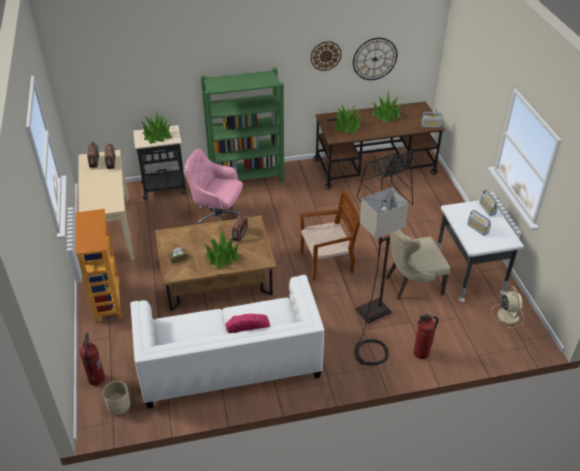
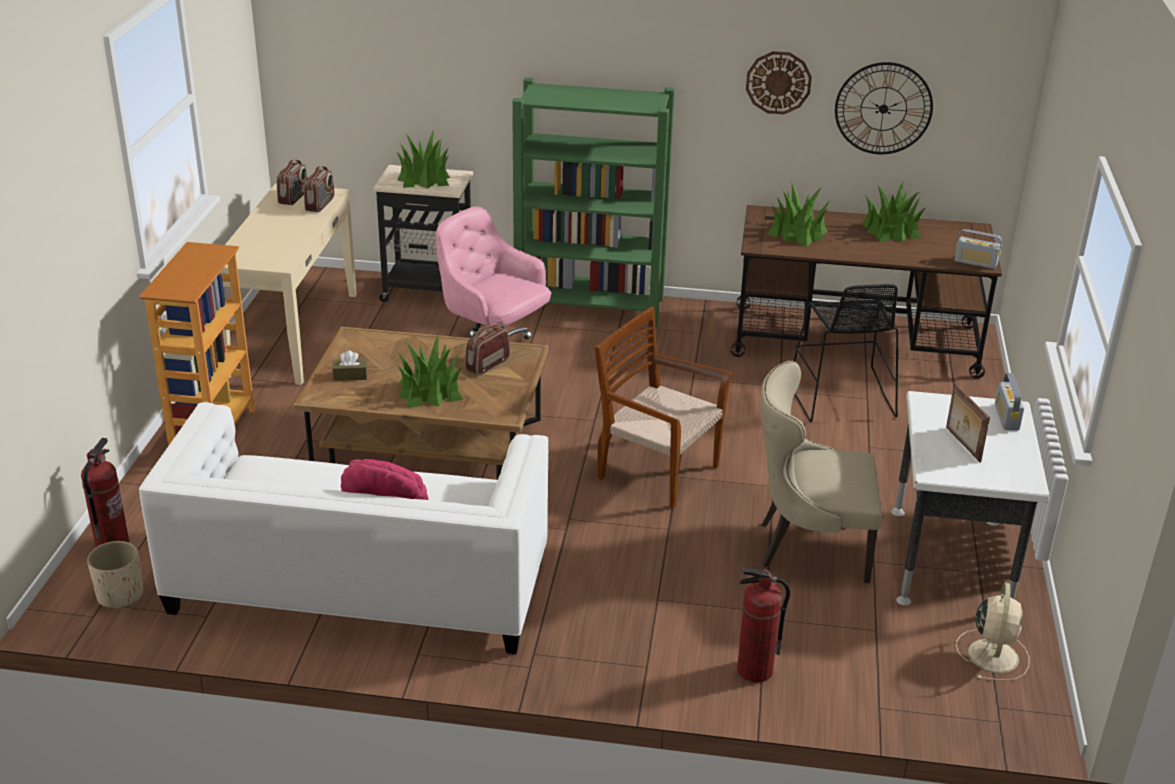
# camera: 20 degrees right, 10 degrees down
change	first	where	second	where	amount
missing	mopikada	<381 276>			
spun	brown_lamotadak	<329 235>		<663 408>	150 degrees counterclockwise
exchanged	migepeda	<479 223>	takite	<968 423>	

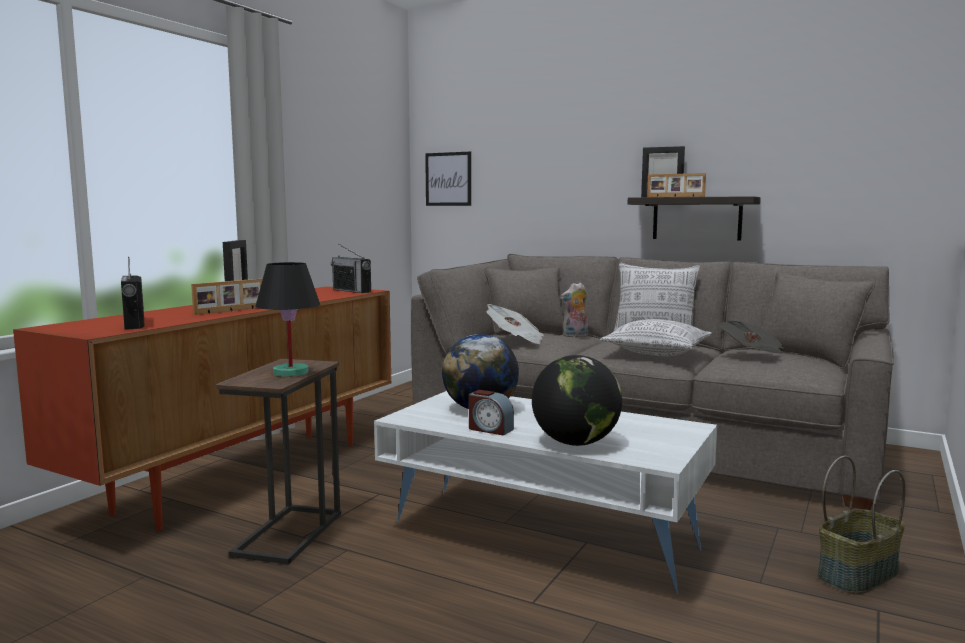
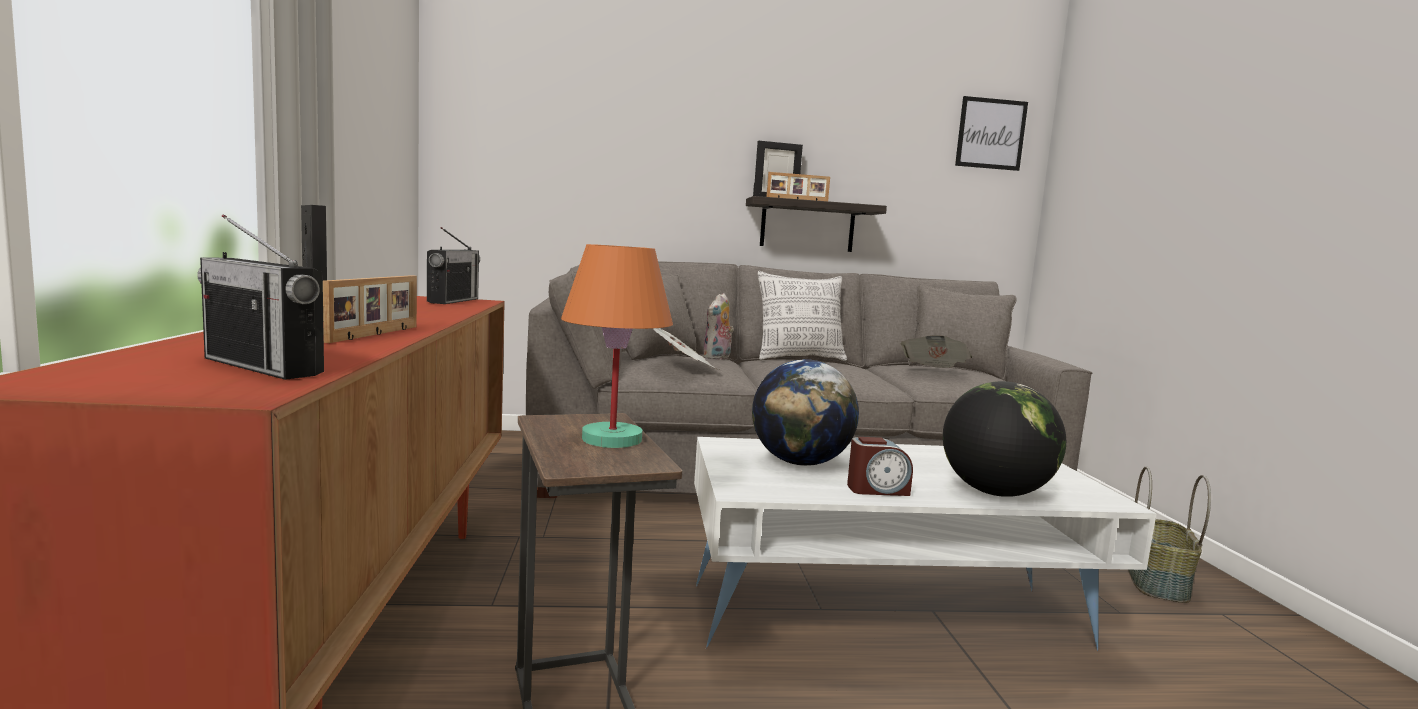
# camera: 35 degrees left, 0 degrees up
change	first	where	second	where	amount
relocated	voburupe	<448 179>		<991 133>	
spun	migepeda	<351 268>		<453 265>	90 degrees counterclockwise
colour	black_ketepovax	<287 319>	orange_ketepovax	<617 346>	
missing	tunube	<656 337>			

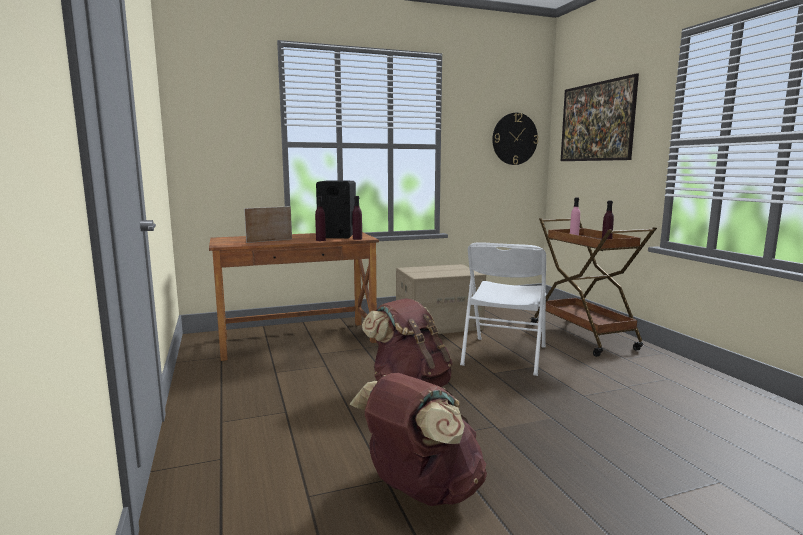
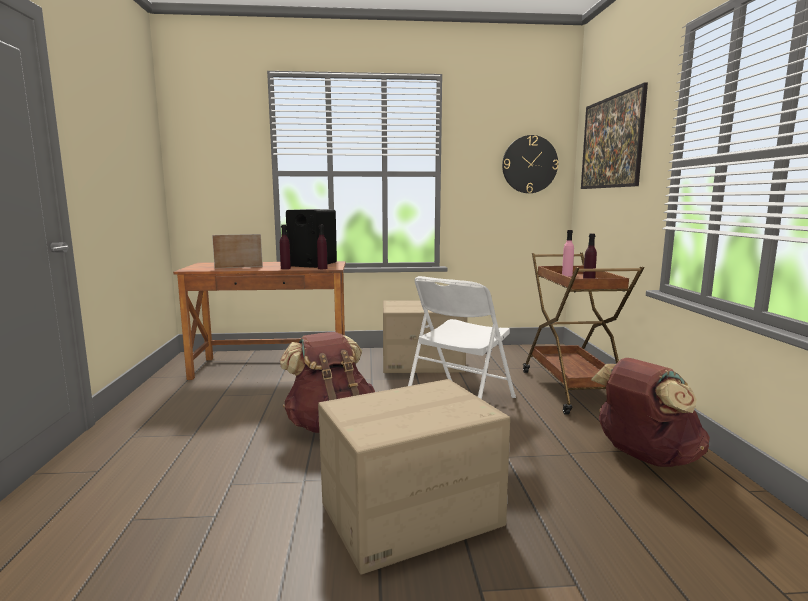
# camera: 15 degrees right, 0 degrees up
change	first	where	second	where	amount
relocated	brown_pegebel	<418 439>		<650 412>	
appeared			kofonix	<414 477>	

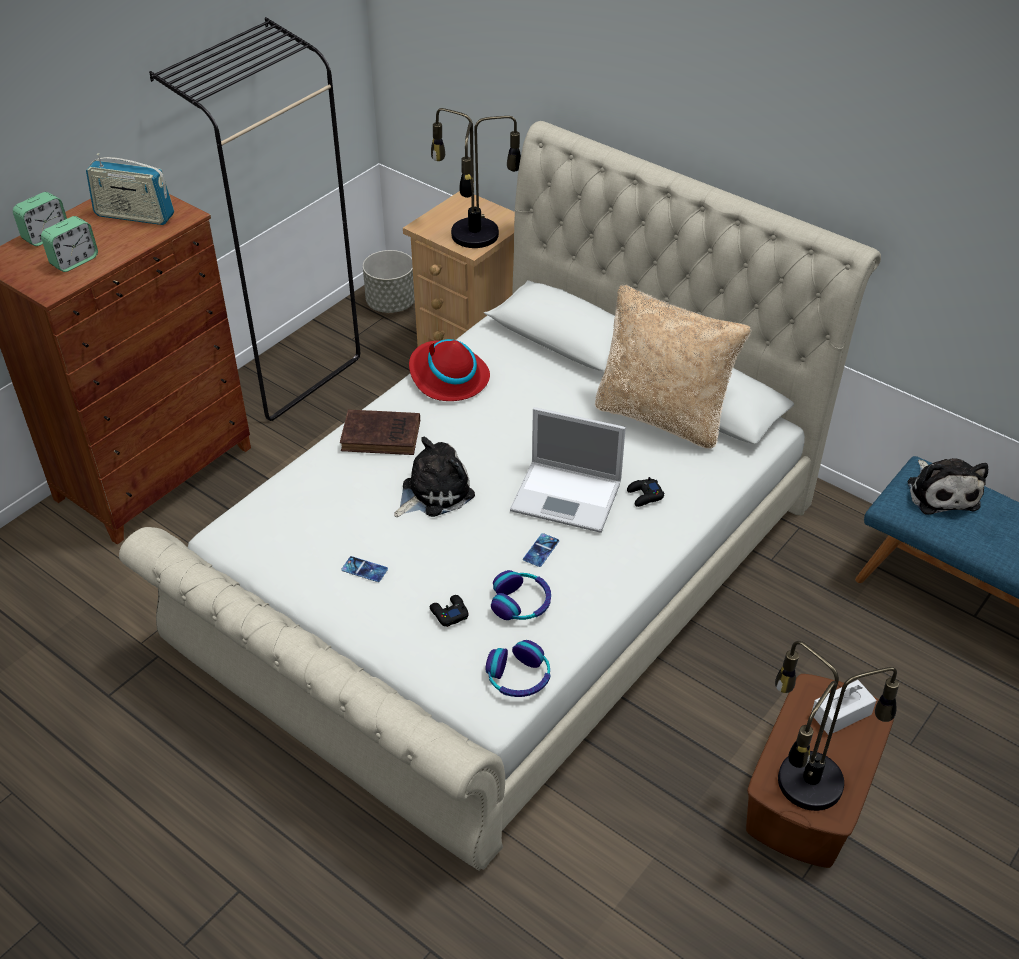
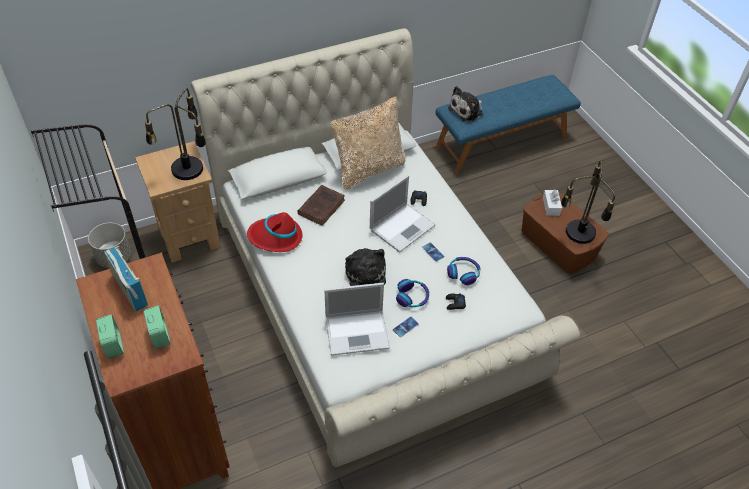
# camera: 65 degrees left, 5 degrees up
change	first	where	second	where	amount
spun	migepeda	<130 189>		<126 279>	75 degrees counterclockwise
relocated	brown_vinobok	<380 432>		<321 205>	
spun	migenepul	<947 486>		<465 104>	120 degrees clockwise
relocated	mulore	<518 668>		<412 293>	
appeared			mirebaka	<357 319>	

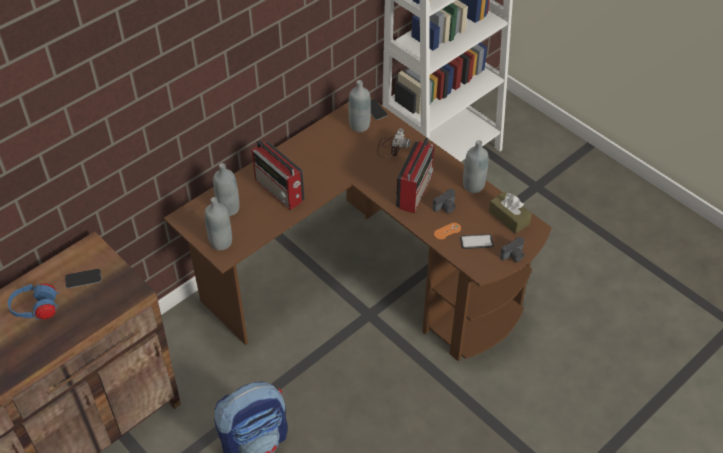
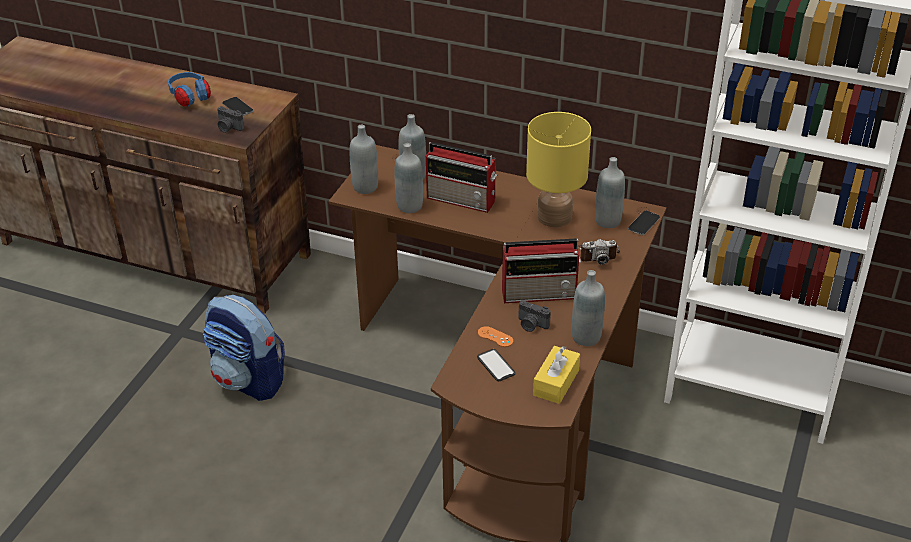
# camera: 65 degrees right, 10 degrees down
change	first	where	second	where	amount
spun	migepeda	<278 175>		<461 177>	90 degrees counterclockwise
colour	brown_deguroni	<510 212>	yellow_deguroni	<556 375>	
relocated	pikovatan	<512 249>		<230 119>	
appeared			yellow_ketepovax	<558 169>	
appeared			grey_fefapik	<409 178>	

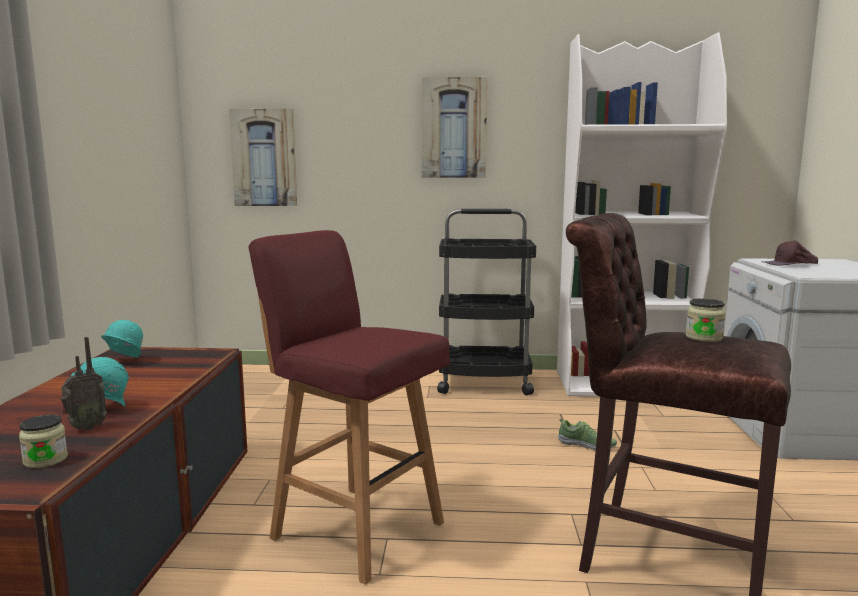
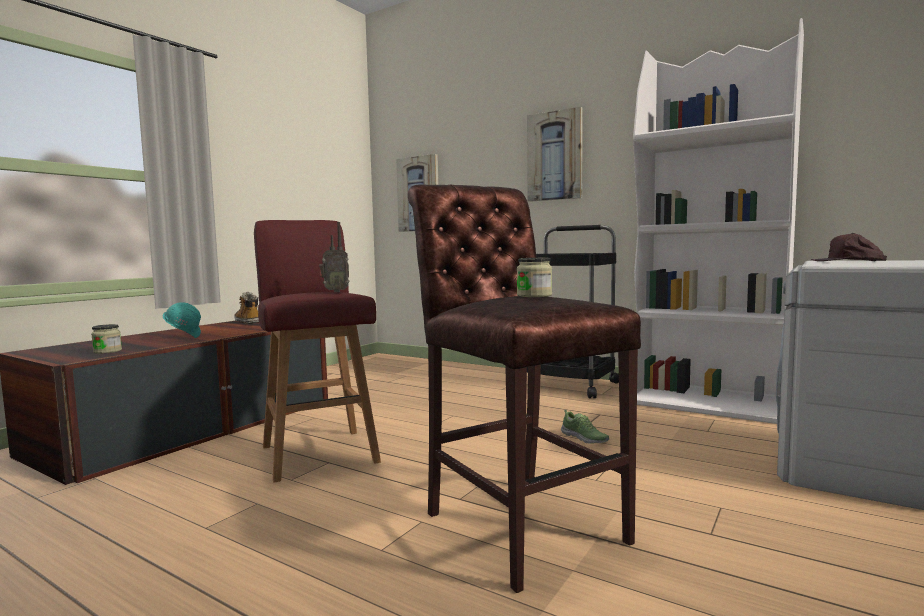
# camera: 30 degrees right, 5 degrees down
change	first	where	second	where	amount
exchanged	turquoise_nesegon	<122 339>	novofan	<246 308>	
relocated	migepeda	<83 384>		<334 257>	

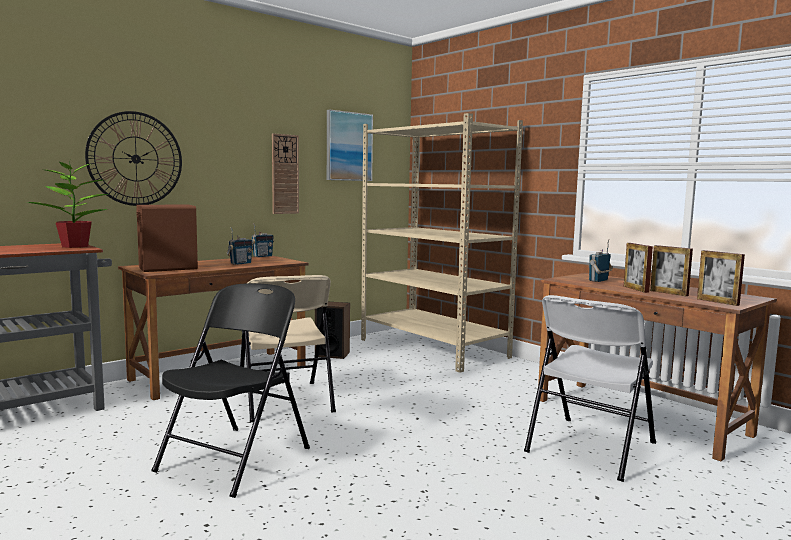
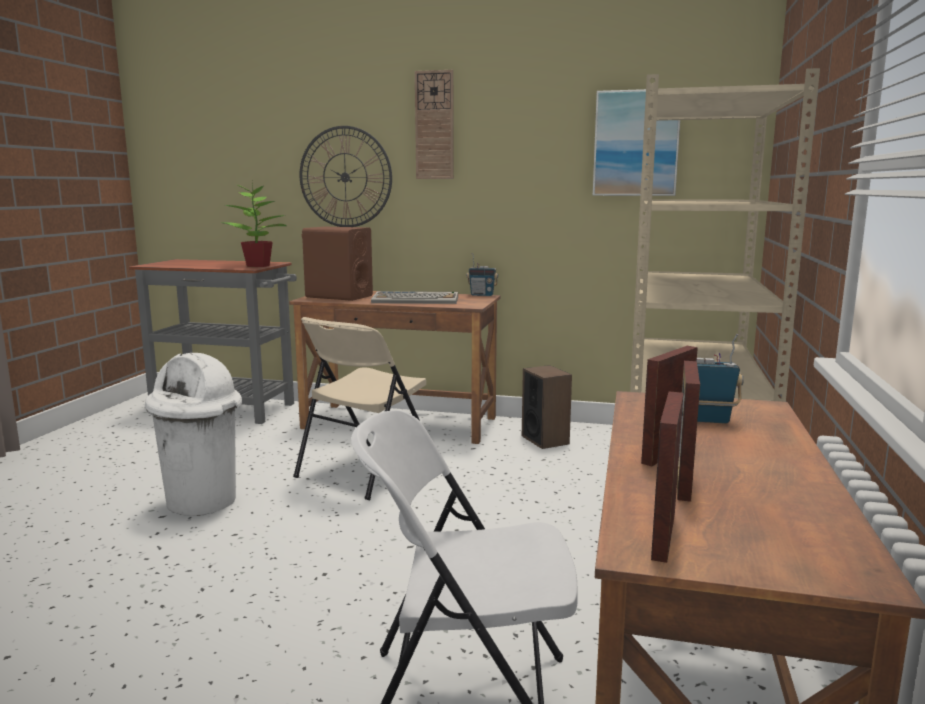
# camera: 55 degrees right, 5 degrees up
change	first	where	second	where	amount
relocated	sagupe	<285 173>		<434 124>	
exchanged	migepeda	<240 246>	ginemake	<414 297>	
exchanged	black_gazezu	<230 390>	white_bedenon	<193 434>	

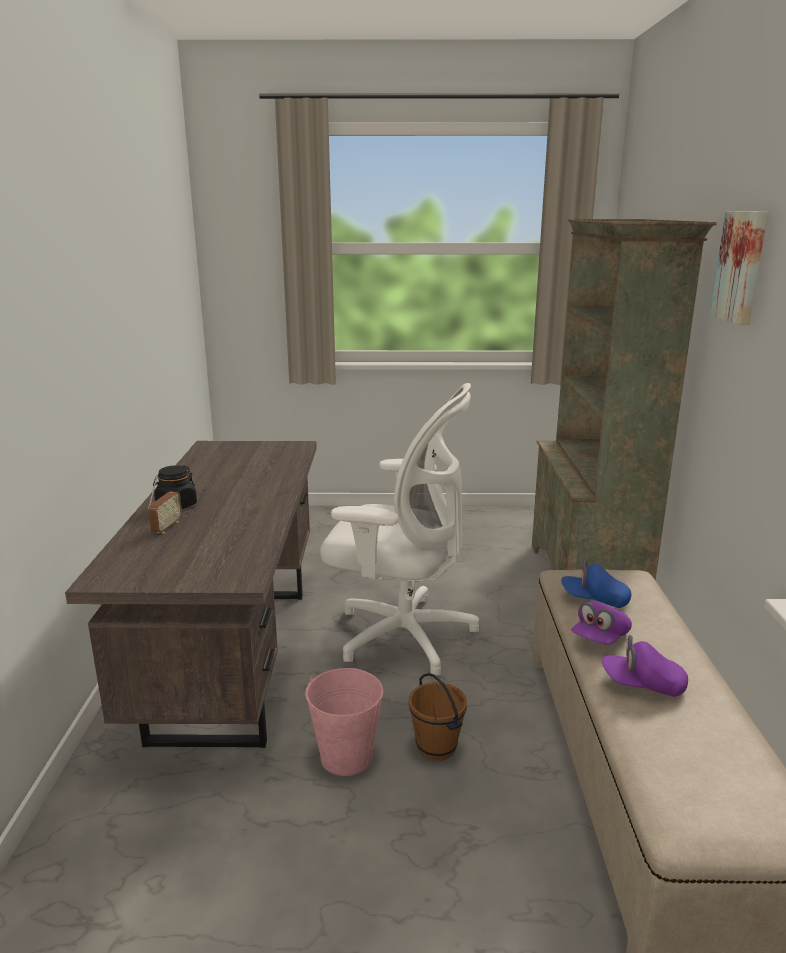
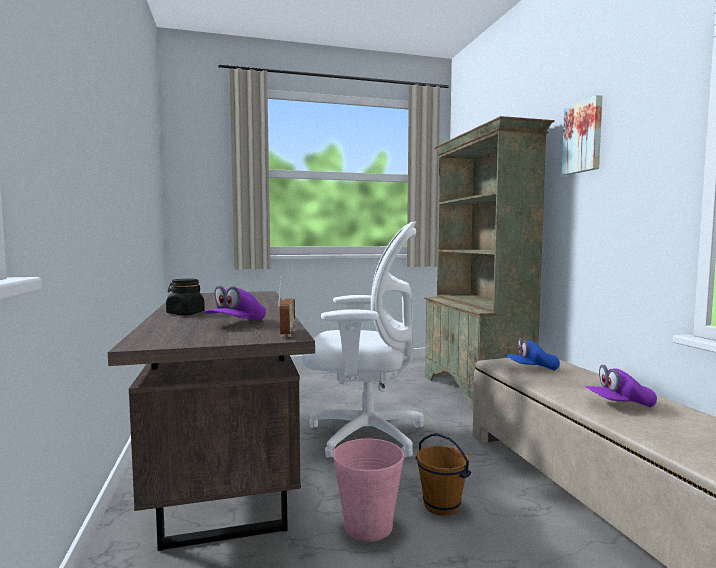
# camera: 15 degrees left, 15 degrees down
change	first	where	second	where	amount
relocated	migepeda	<165 504>		<286 306>	
relocated	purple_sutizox	<601 623>		<235 303>	

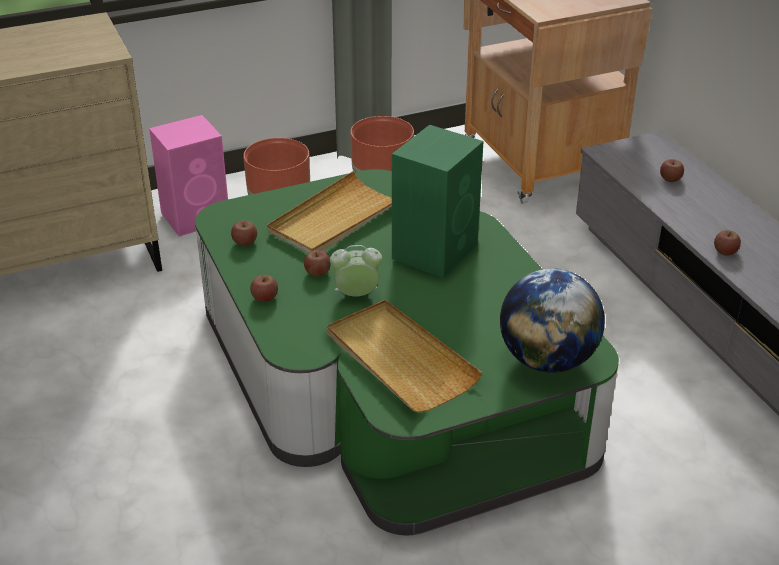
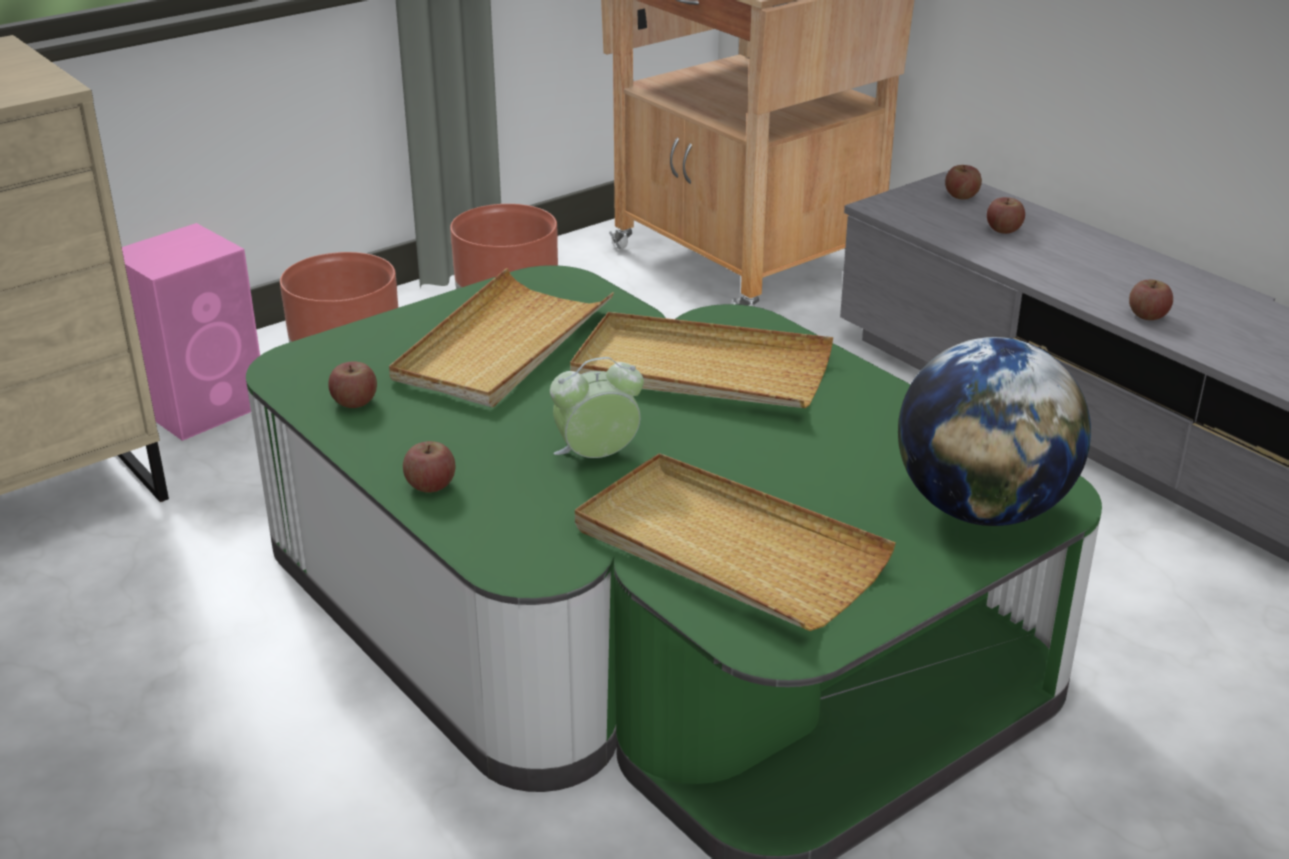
# camera: 15 degrees left, 5 degrees down
change	first	where	second	where	amount
exchanged	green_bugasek	<438 201>	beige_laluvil	<701 360>	
relocated	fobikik	<317 263>		<963 182>	

